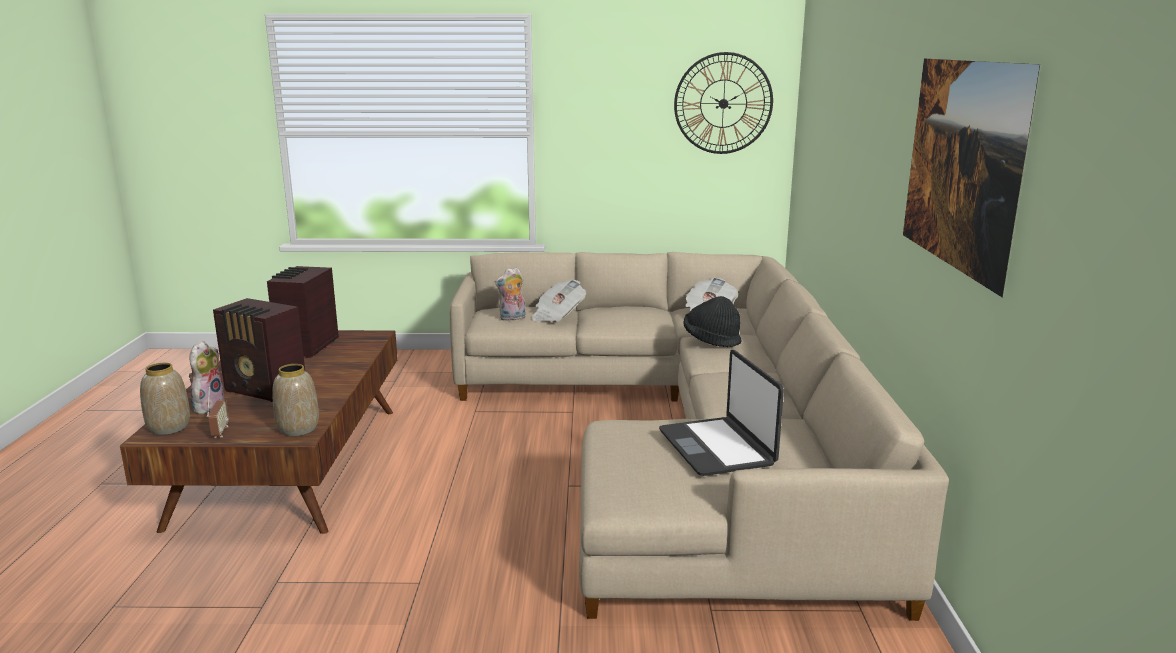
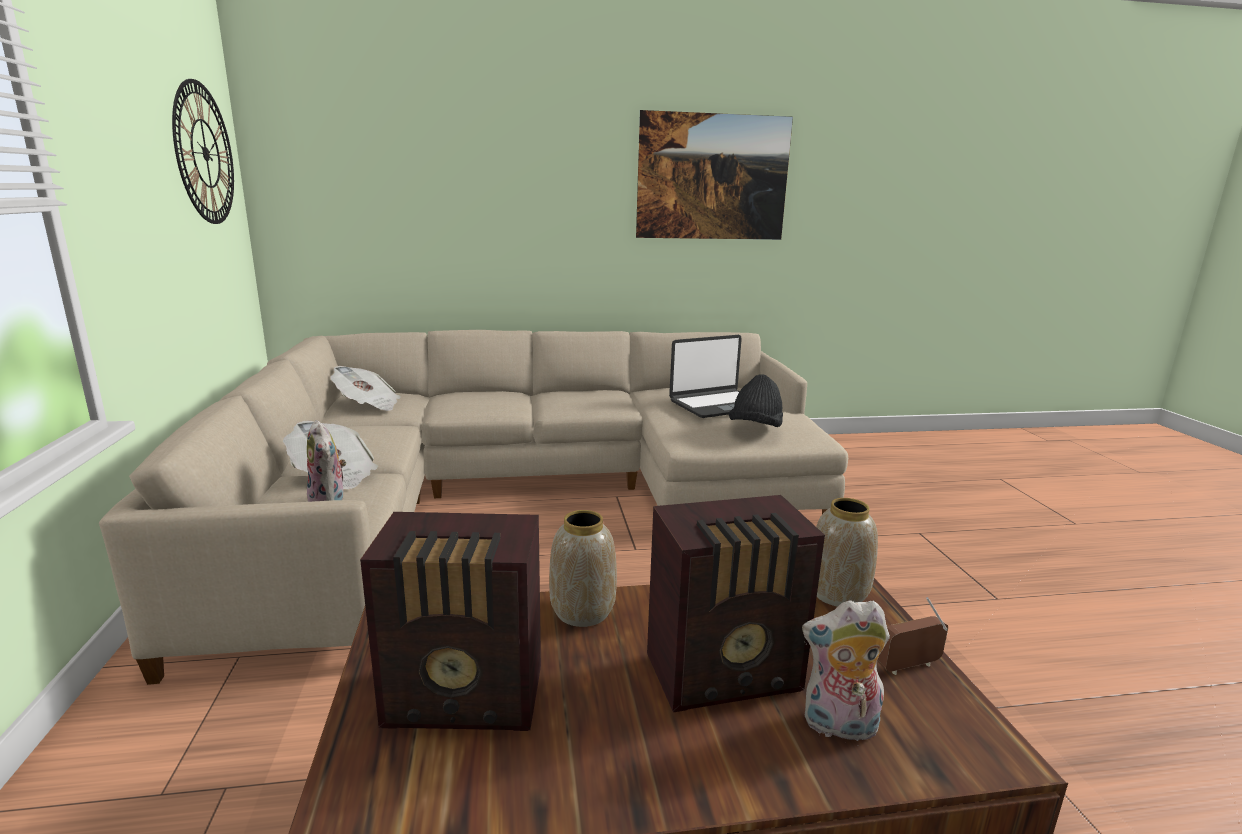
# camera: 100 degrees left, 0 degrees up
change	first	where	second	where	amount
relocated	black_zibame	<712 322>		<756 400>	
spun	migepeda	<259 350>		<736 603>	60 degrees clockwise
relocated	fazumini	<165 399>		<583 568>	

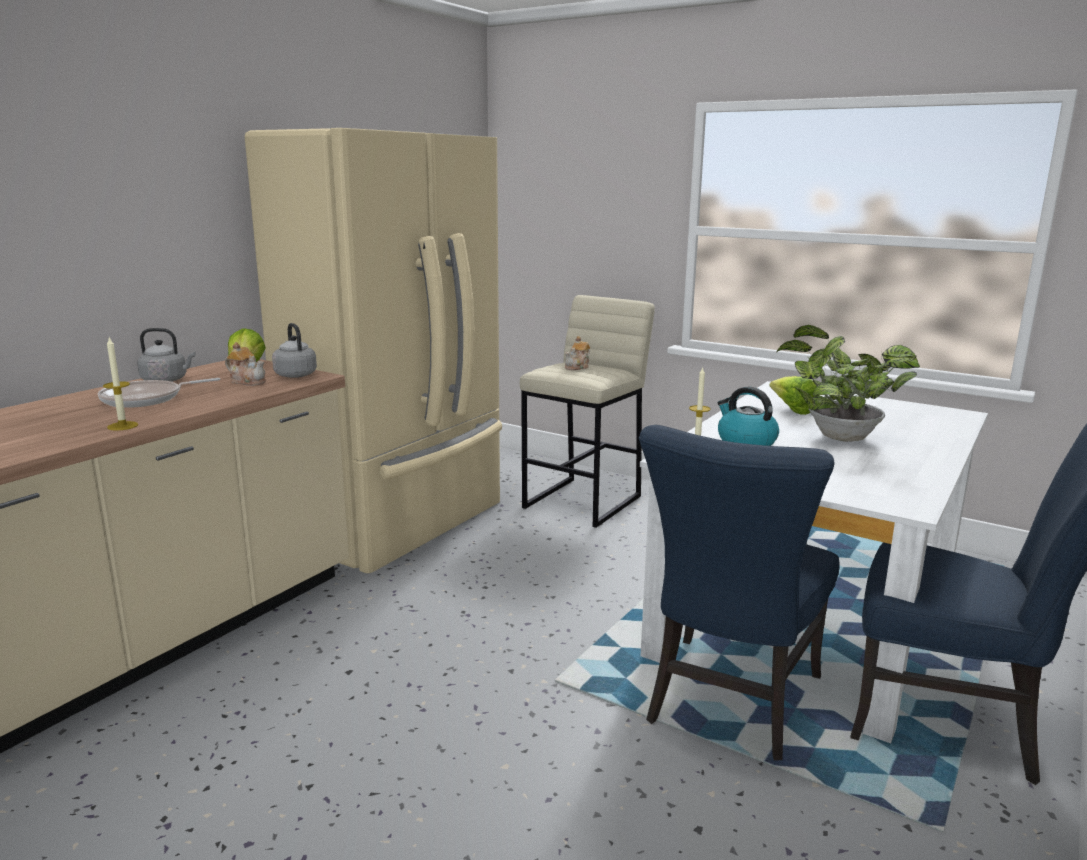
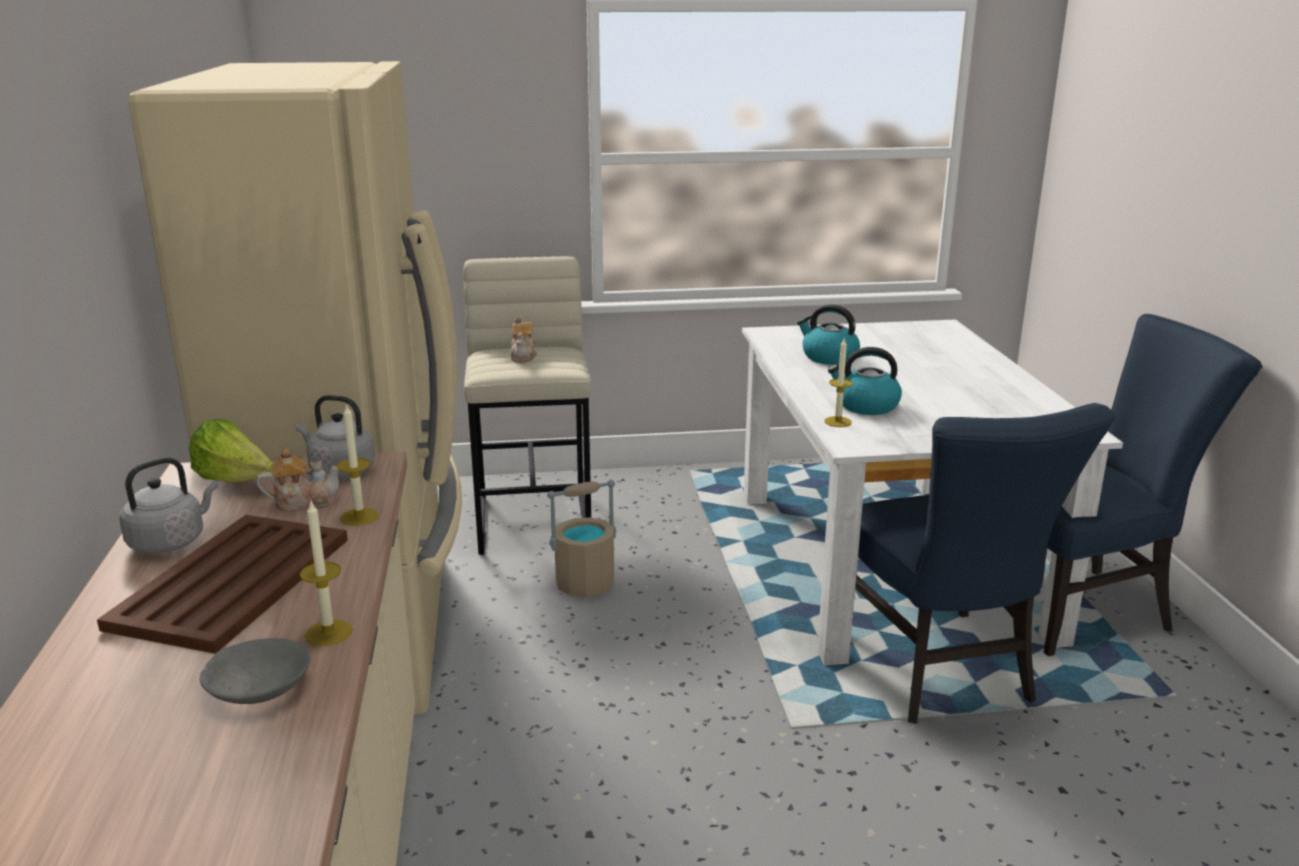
# camera: 40 degrees left, 5 degrees up
change	first	where	second	where	amount
missing	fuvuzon	<848 383>			
exchanged	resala	<795 395>	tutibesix	<828 334>	
exchanged	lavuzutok	<159 393>	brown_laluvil	<222 584>	
appeared			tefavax	<358 464>	
appeared			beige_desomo	<582 539>	
appeared			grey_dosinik	<255 671>	

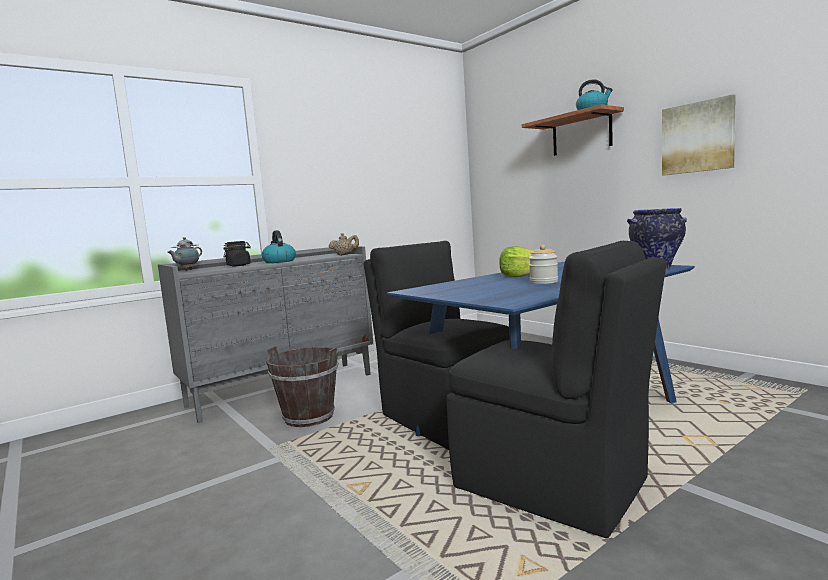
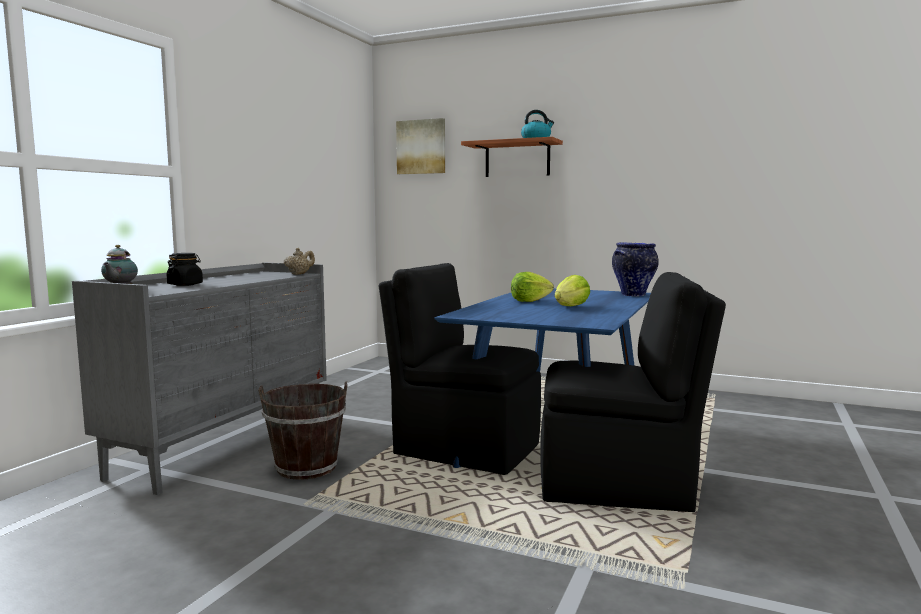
# camera: 30 degrees left, 0 degrees up
change	first	where	second	where	amount
relocated	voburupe	<699 134>		<420 146>	
missing	tutibesix	<279 246>			
exchanged	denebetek	<543 264>	resala	<572 290>	

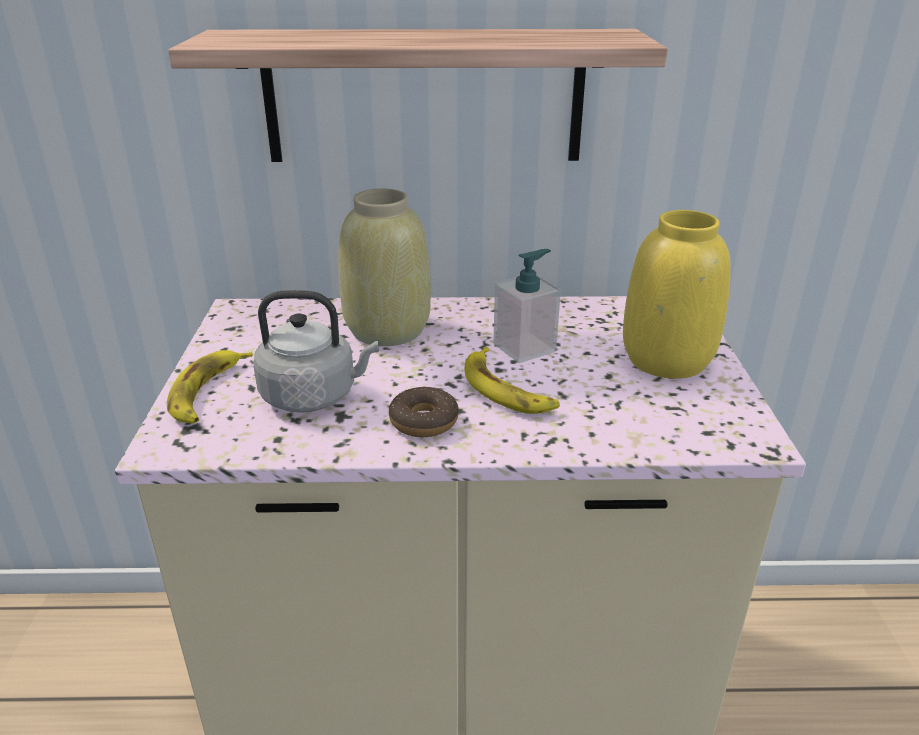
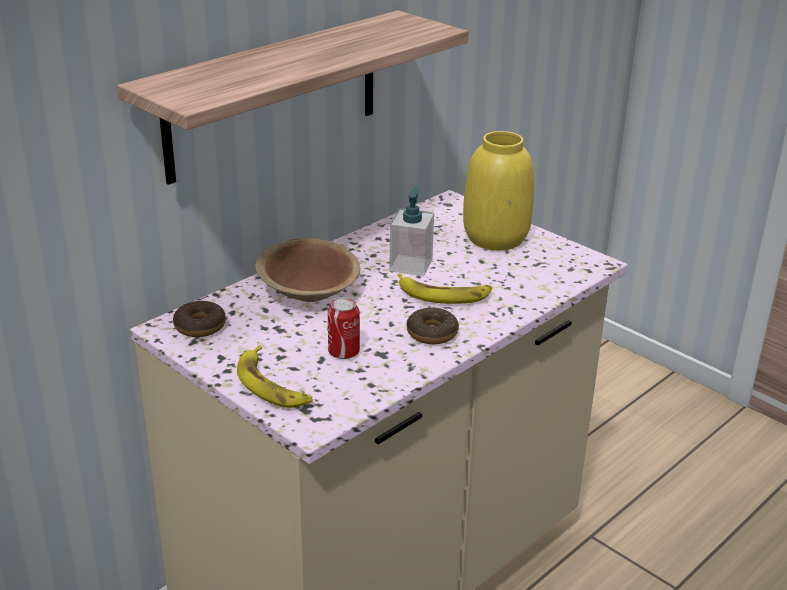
# camera: 45 degrees left, 0 degrees up
change	first	where	second	where	amount
exchanged	beige_fazumini	<384 267>	brown_dosinik	<307 270>	
exchanged	grey_tutibesix	<316 351>	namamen	<344 328>	
appeared			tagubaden	<199 319>	

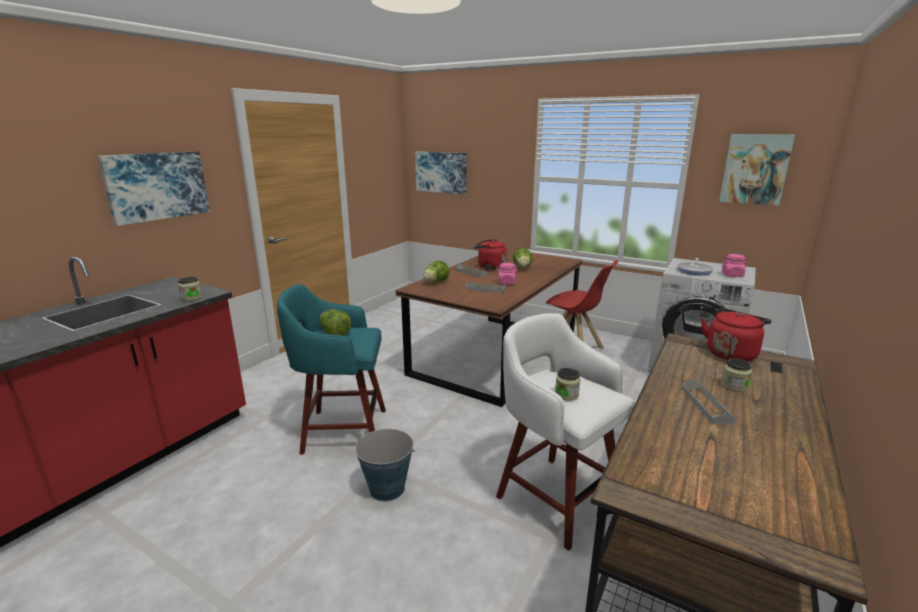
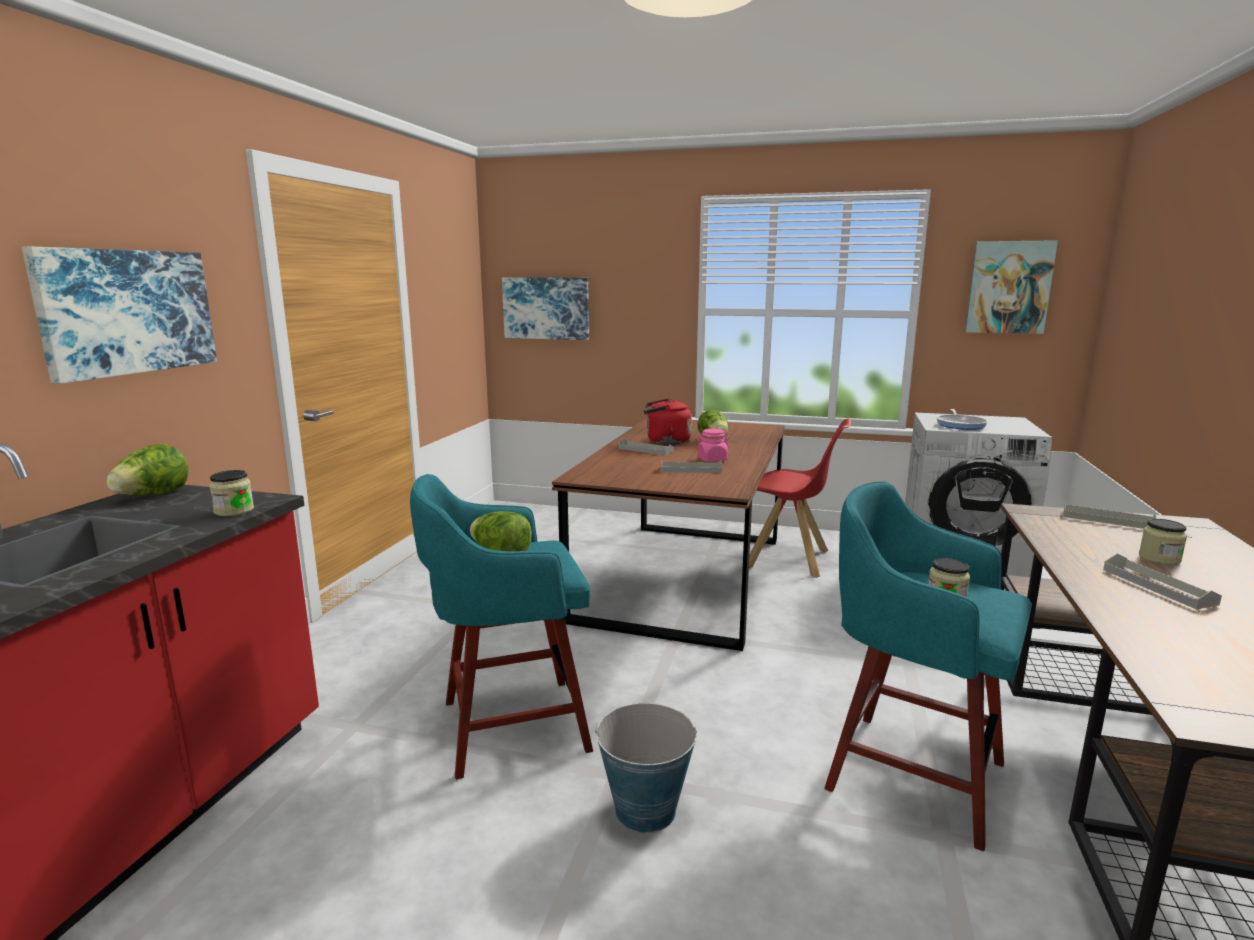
# camera: 15 degrees left, 5 degrees down
change	first	where	second	where	amount
missing	pink_denebetek	<735 265>			
relocated	resala	<436 272>		<147 469>	
exchanged	red_tutibesix	<736 335>	grey_laluvil	<1109 515>	
colour	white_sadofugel	<566 432>	turquoise_sadofugel	<928 666>	

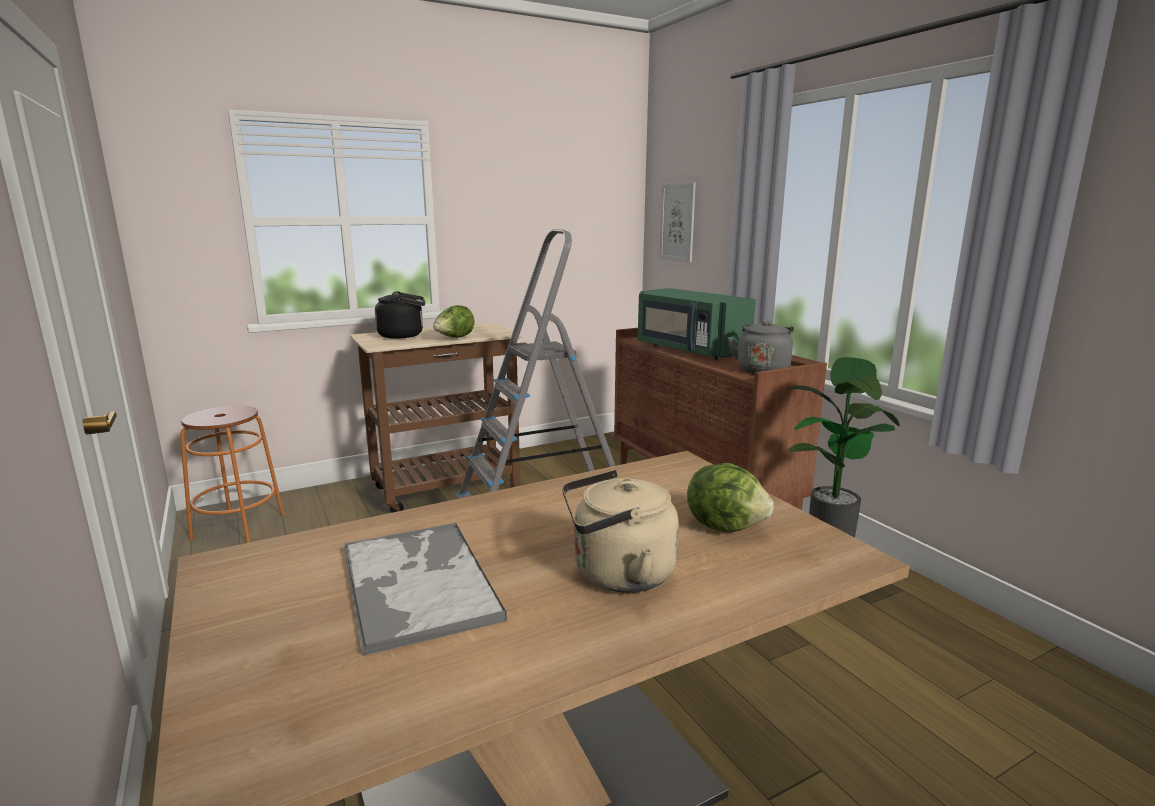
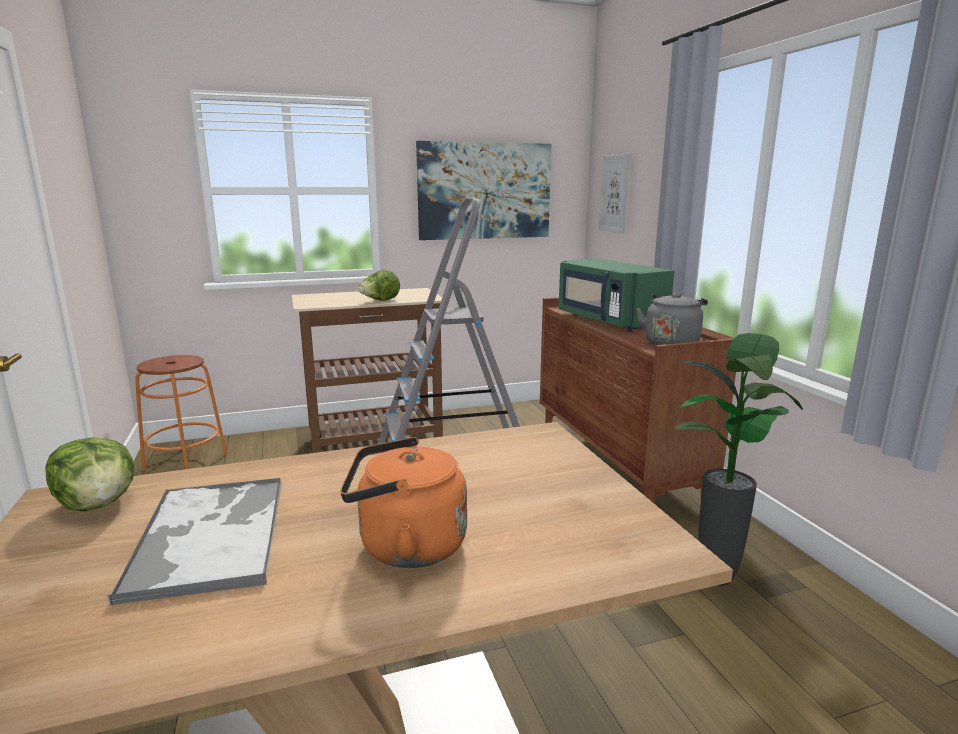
# camera: 10 degrees right, 0 degrees up
change	first	where	second	where	amount
missing	black_tutibesix	<400 315>			
relocated	resala	<730 497>		<89 474>	
colour	beige_tutibesix	<620 531>	orange_tutibesix	<403 502>	
appeared			voburupe	<483 190>	

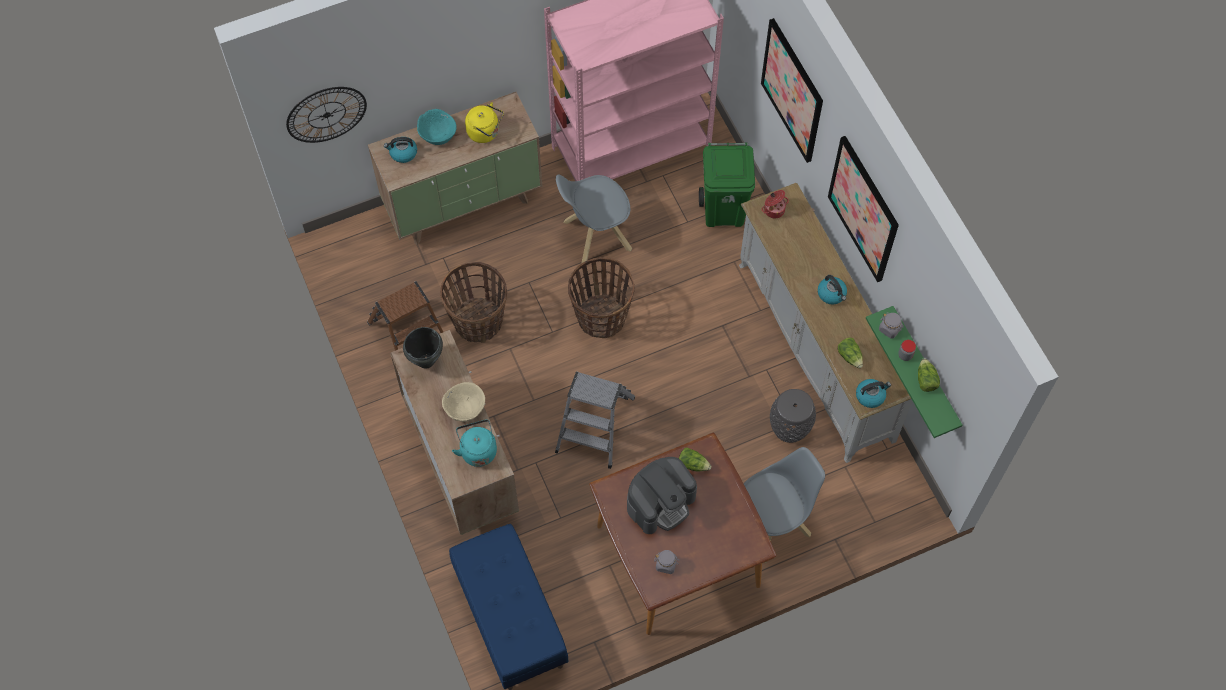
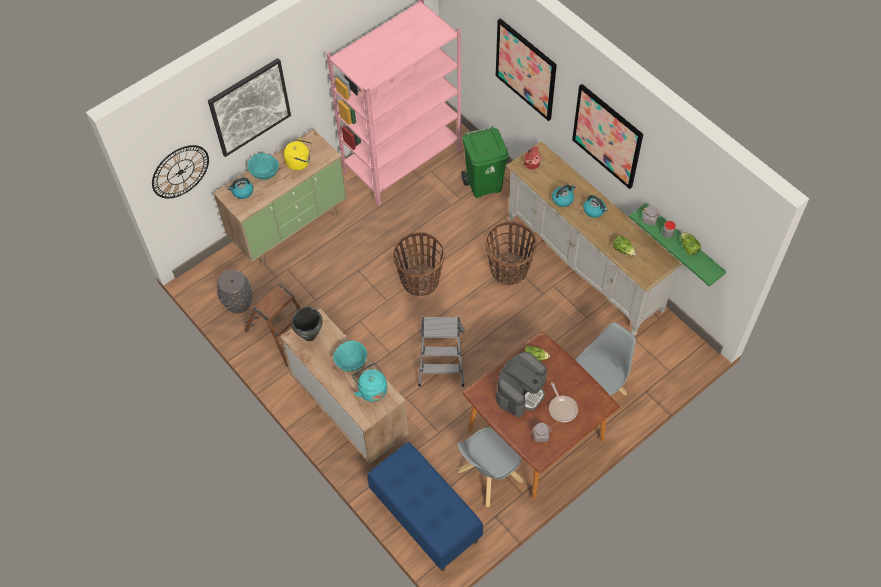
# camera: 15 degrees left, 5 degrees down
change	first	where	second	where	amount
relocated	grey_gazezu	<594 218>		<490 467>	
relocated	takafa	<473 302>		<511 253>	
relocated	tutibesix	<873 393>		<564 196>	
colour	beige_dosinik	<463 402>	turquoise_dosinik	<350 356>	
relocated	grey_sadofugel	<793 416>		<235 291>	
appeared			voburupe	<249 107>	
appeared			lavuzutok	<563 402>	

